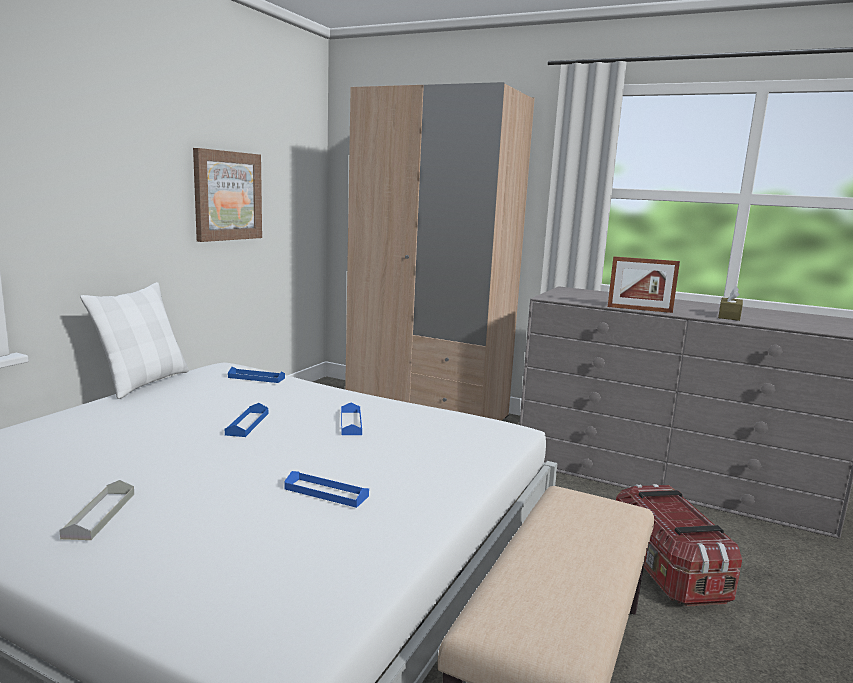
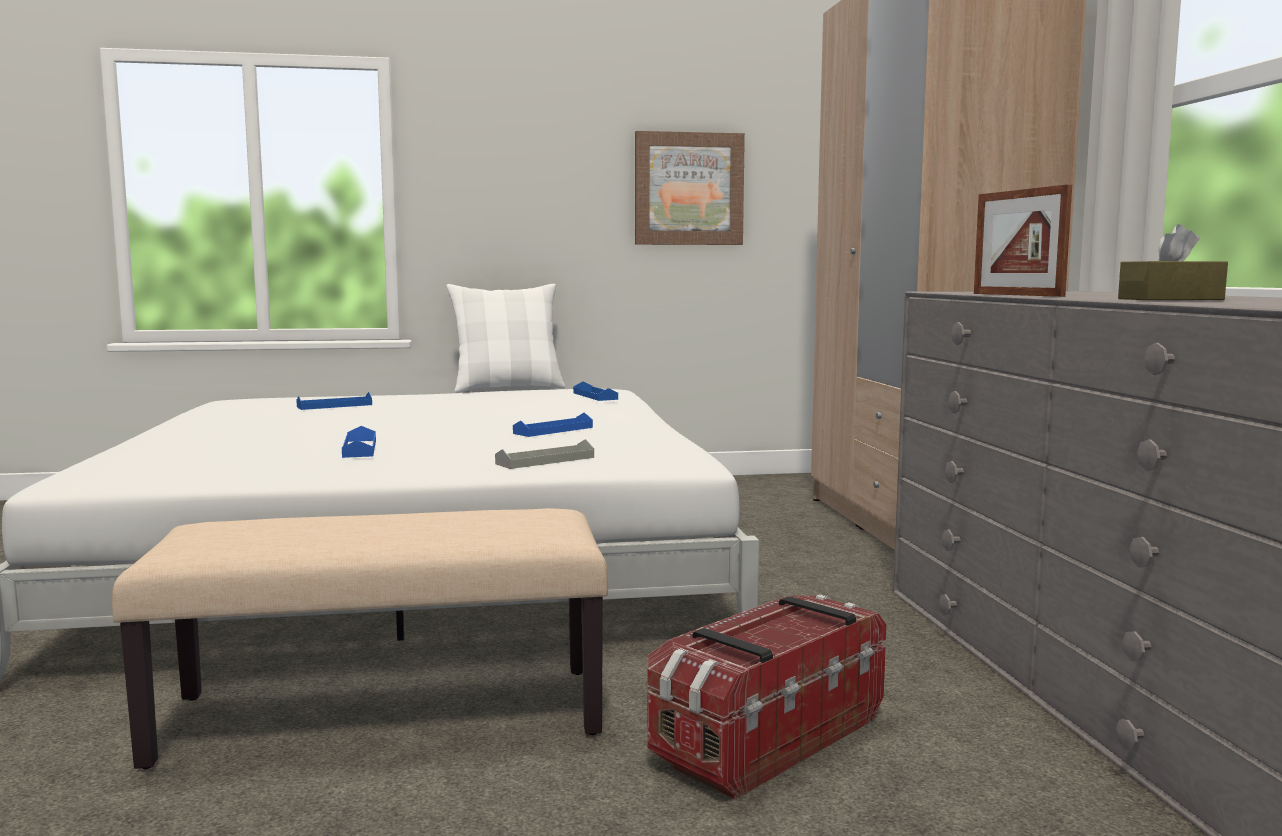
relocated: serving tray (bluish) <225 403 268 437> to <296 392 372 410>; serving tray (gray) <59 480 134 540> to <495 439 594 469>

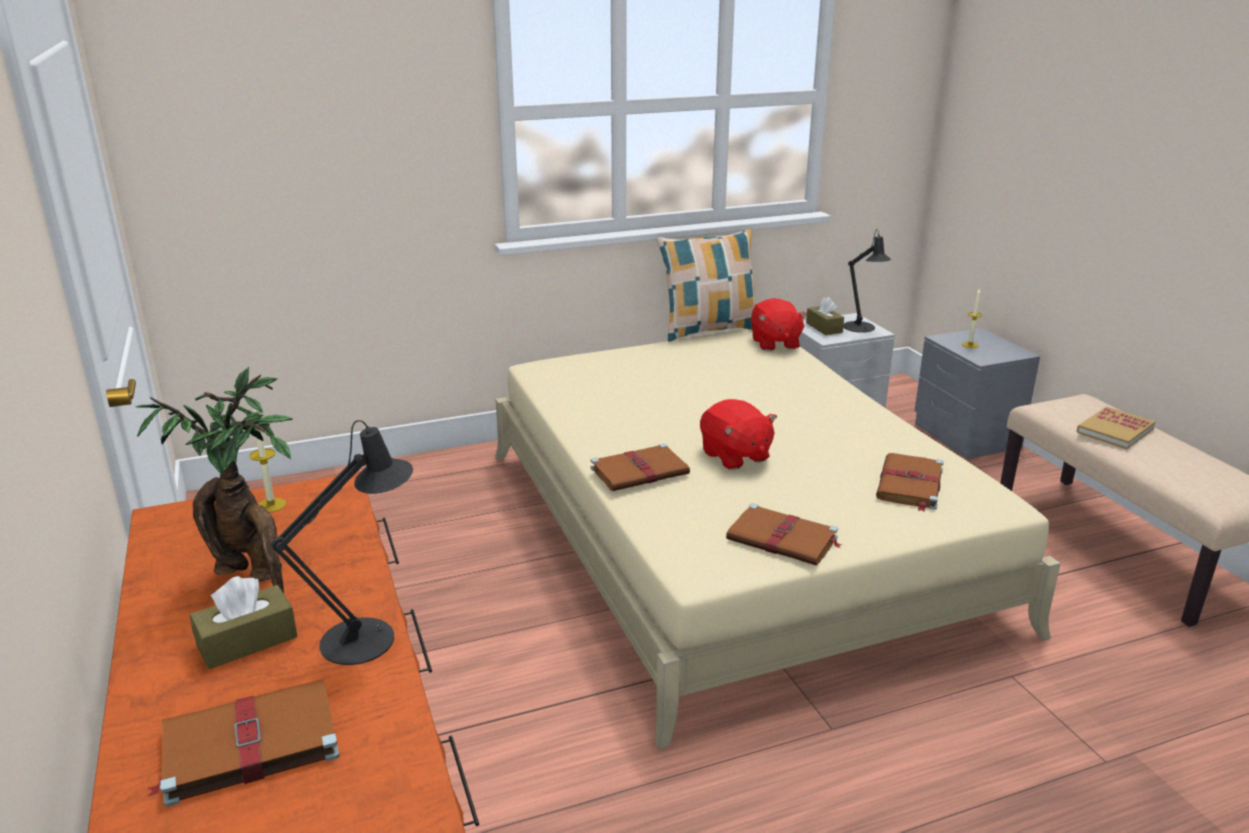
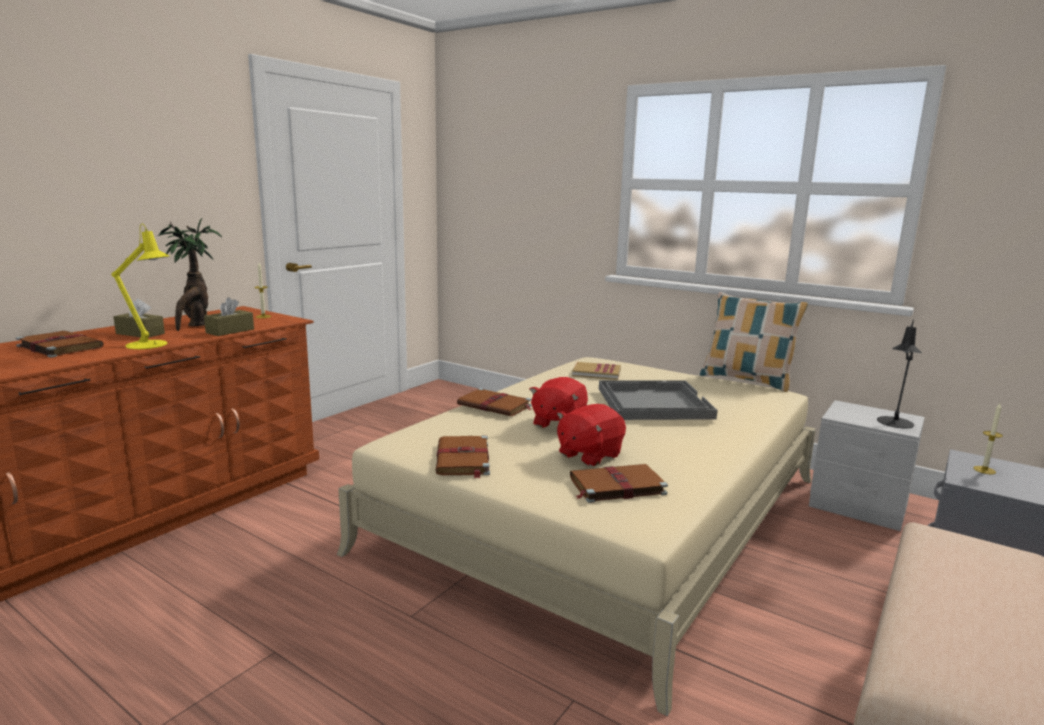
appeared: serving tray (gray) <599 380 718 420>
relocated: tissue box (brown-coloured) <806 297 844 335> to <204 298 254 336>; plush toy (red) <751 298 807 351> to <557 404 626 466>; bound book <1076 407 1156 449> to <572 362 621 380>
colour: lamp for a table (black-coloured) <271 420 413 665> to lamp for a table (yellow) <112 224 170 349>

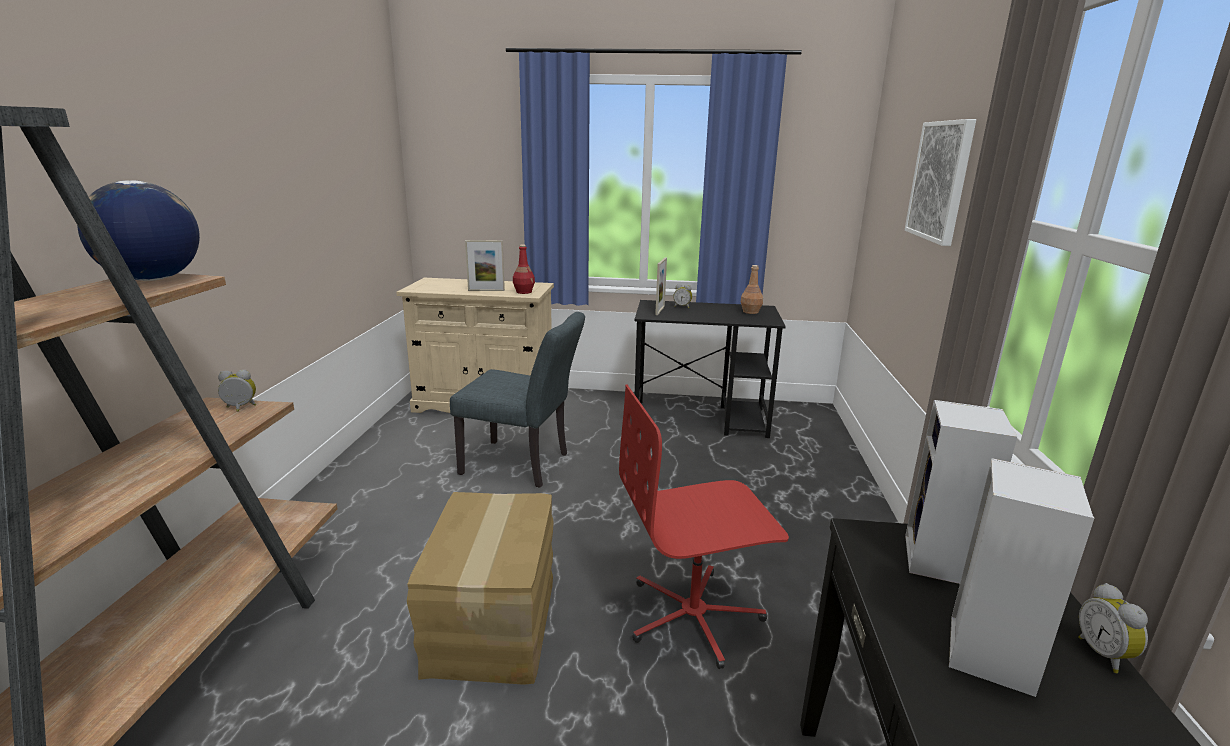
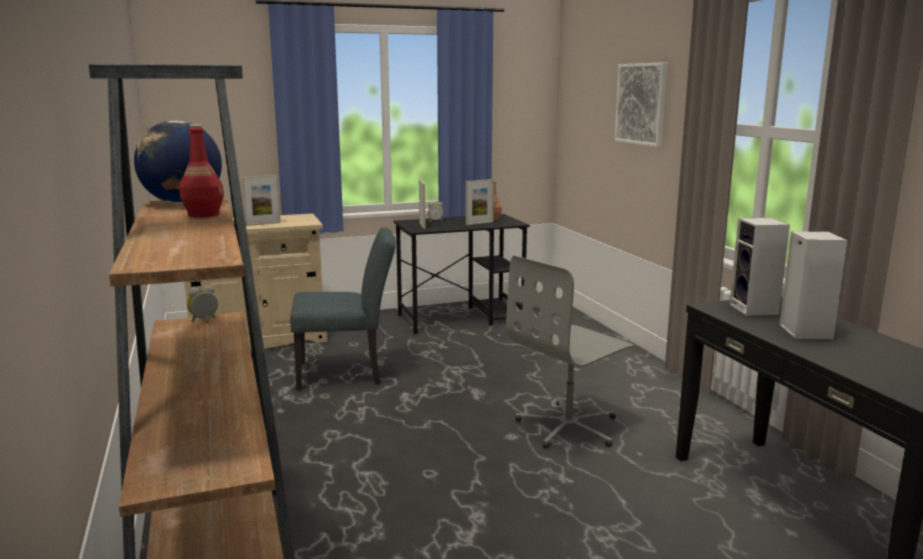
missing: carton <407 492 553 685>; bedside clock <1078 583 1148 673>
appeared: photo frame <466 179 494 225>
relocated: bottle (red) <513 245 535 294> to <179 124 224 218>
colour: office chair (red) <619 385 789 669> to office chair (gray) <506 255 634 449>

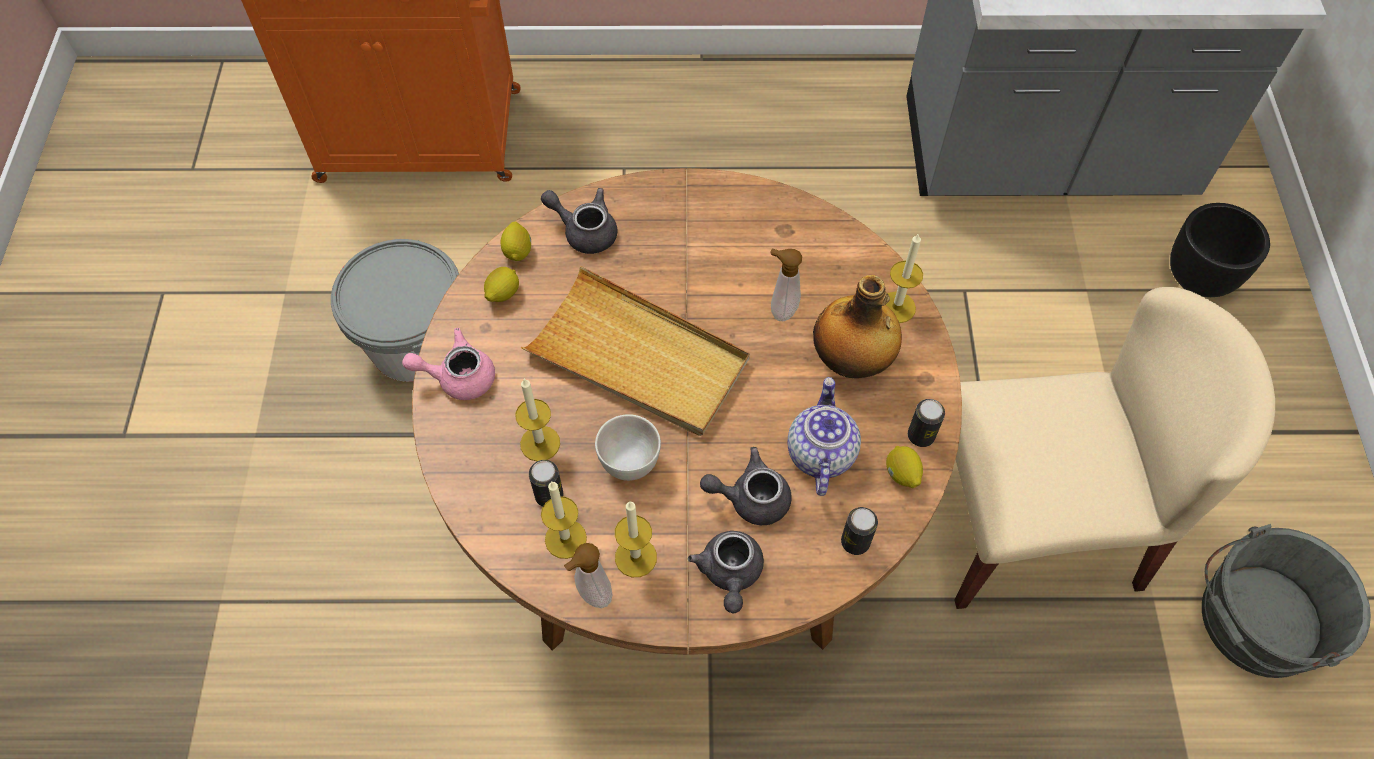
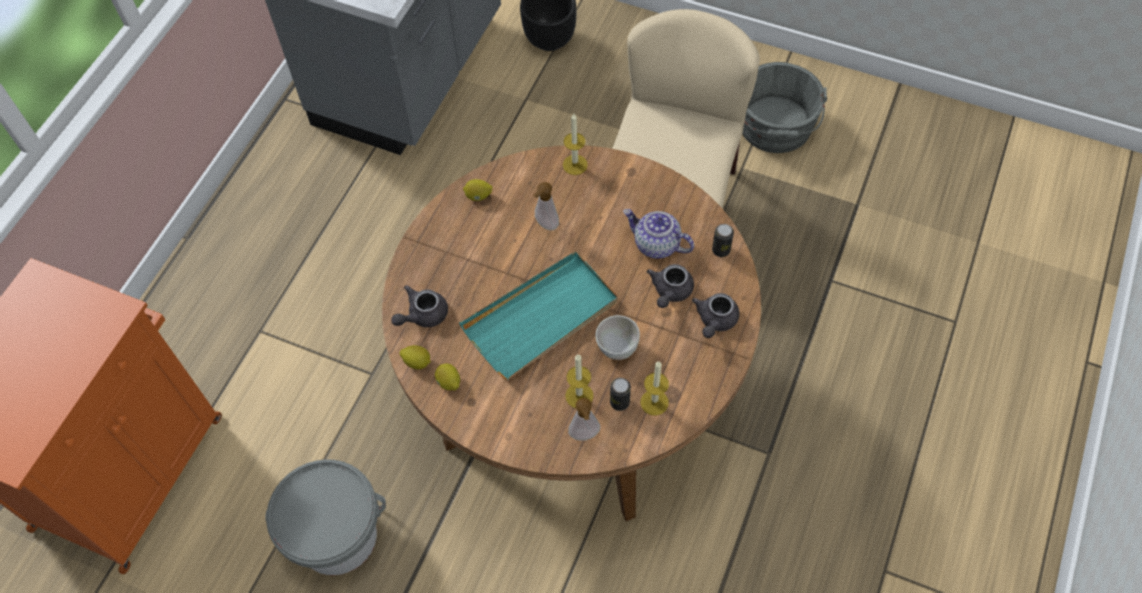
missing: pot for tea (pink-coloured) <402 328 495 400>; wax candle <615 502 657 577>; bottle <813 275 902 378>; sealed can <908 399 945 447>
relocated: citrus fruit <886 446 923 488> to <463 179 492 201>; soap dispenser <564 543 613 608> to <568 398 600 441>
colour: serving tray (beige) <521 266 750 436> to serving tray (turquoise) <459 252 618 380>
spun: pot for tea (gray) <688 531 764 613> = <692 293 740 338> 90 degrees clockwise

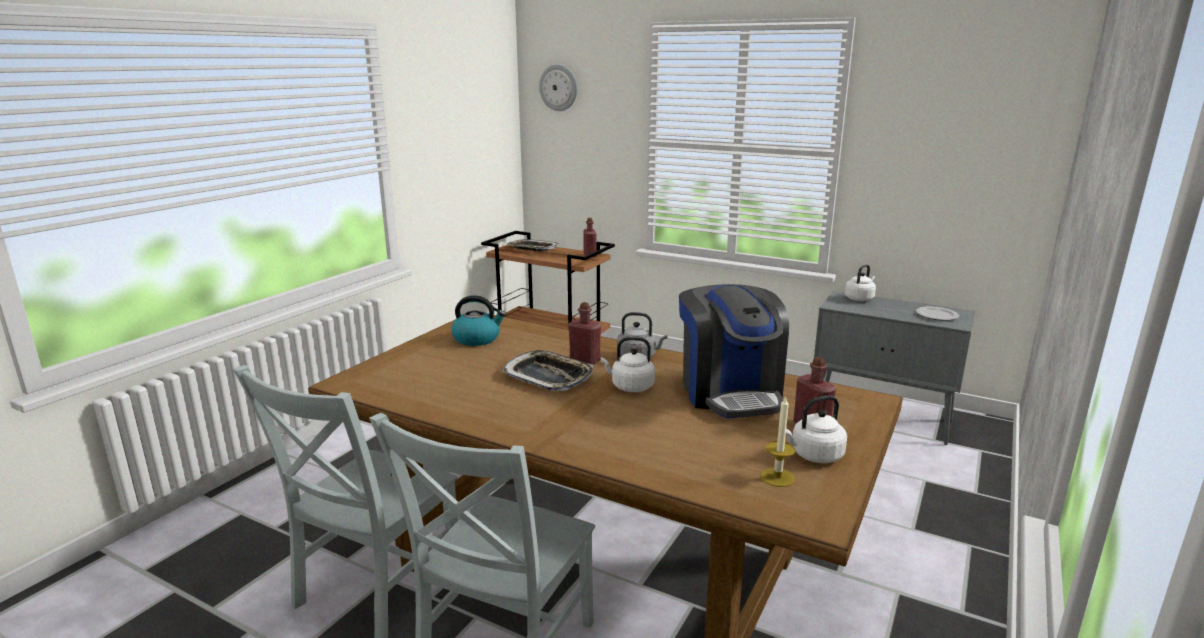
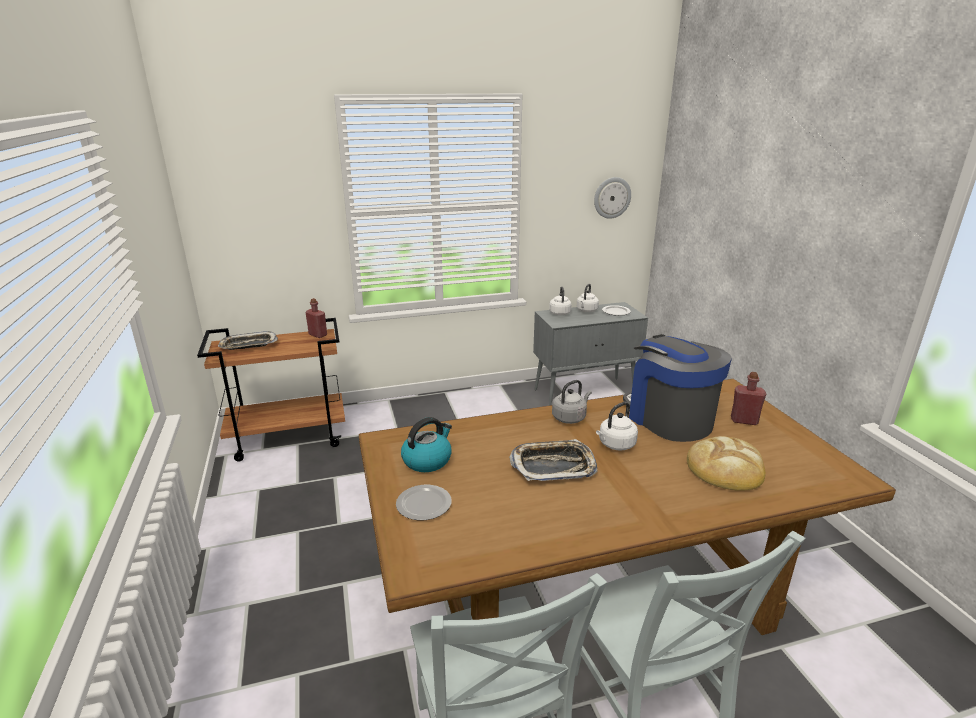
missing: bottle (red) <568 302 601 365>; wax candle <760 395 795 487>
appeared: plate <396 485 452 520>; bakery bread <687 436 766 491>
relocated: kettle (whitish) <786 395 847 463> to <577 284 599 312>; clock on the wall <539 64 577 111> to <594 177 631 219>
spun: coffee maker <679 284 789 419> = <623 334 732 442> 150 degrees counterclockwise

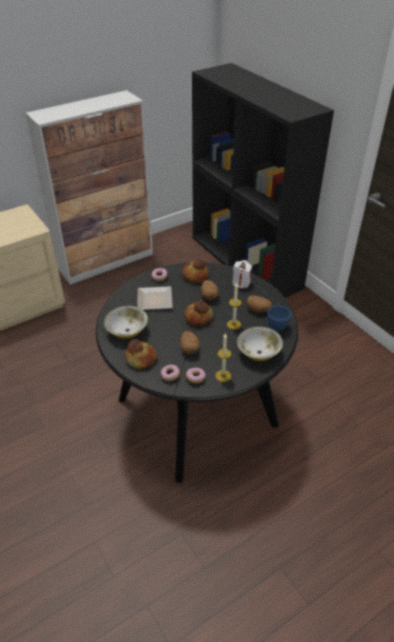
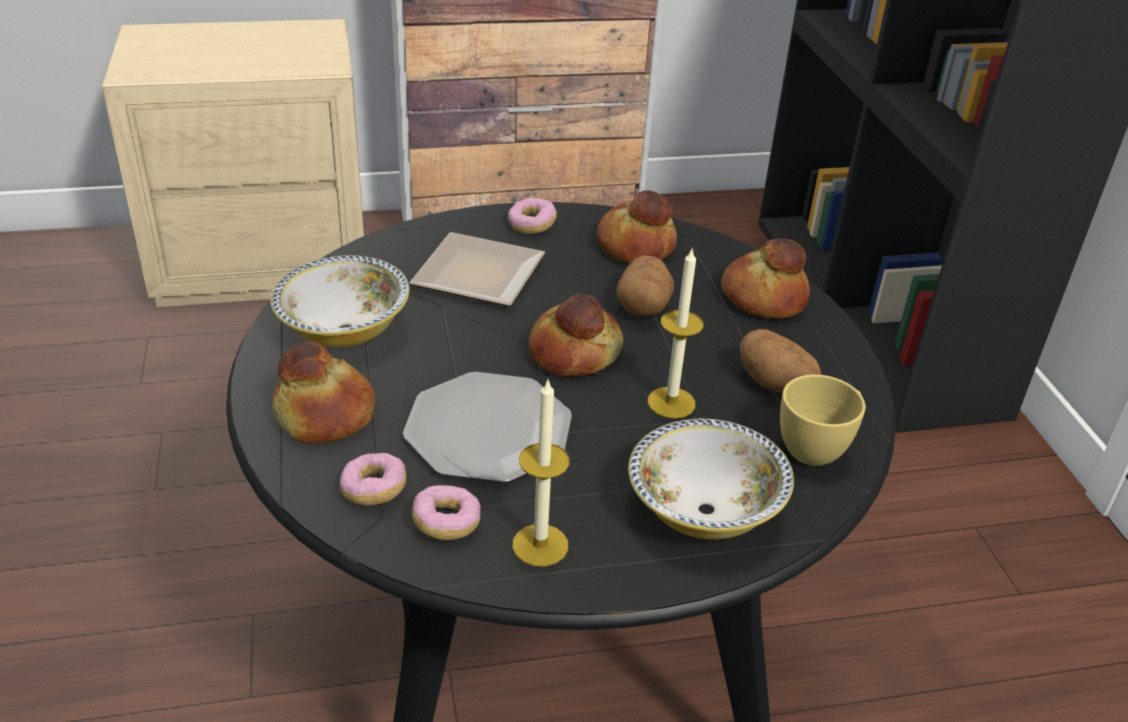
exchanged: spud <180 331 199 354> to plate <403 372 572 483>; wax candle (whitish) <232 260 252 288> to bakery bread <721 238 810 319>
colour: cup (bluish) <267 306 291 332> to cup (yellow) <780 374 865 466>

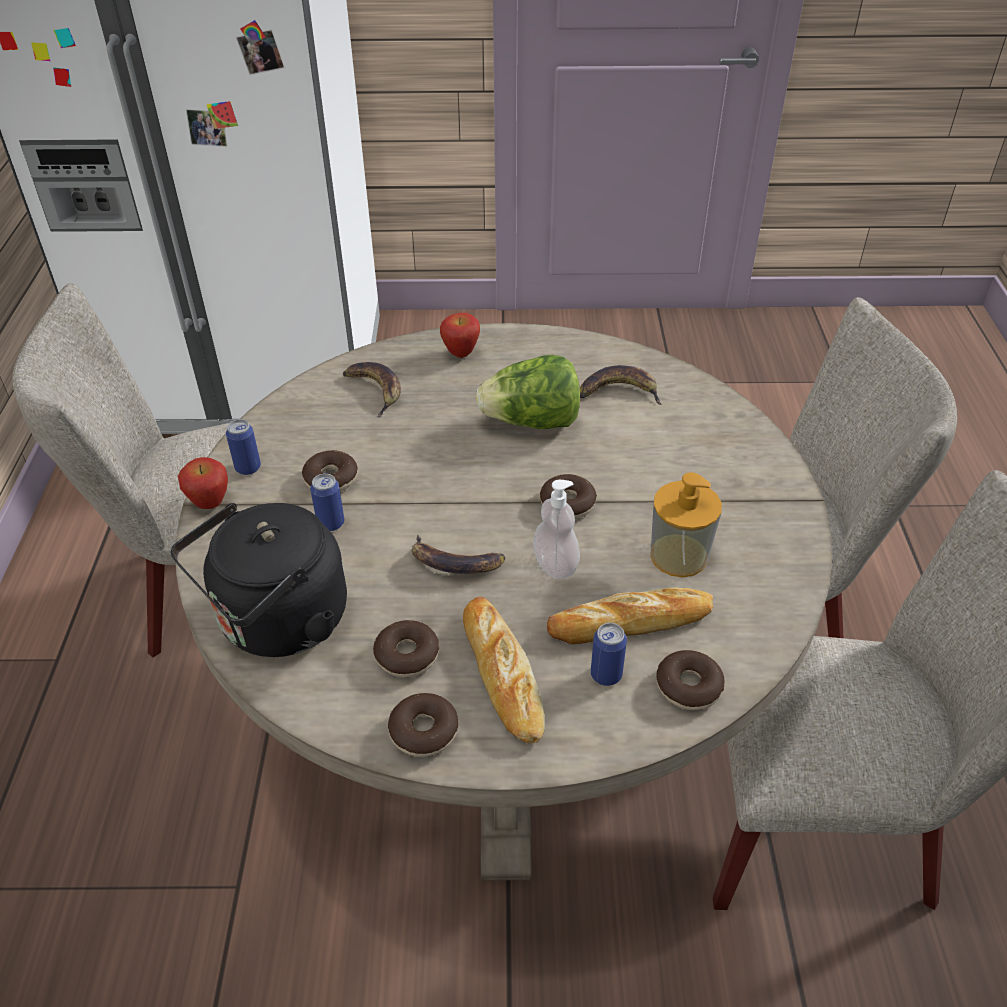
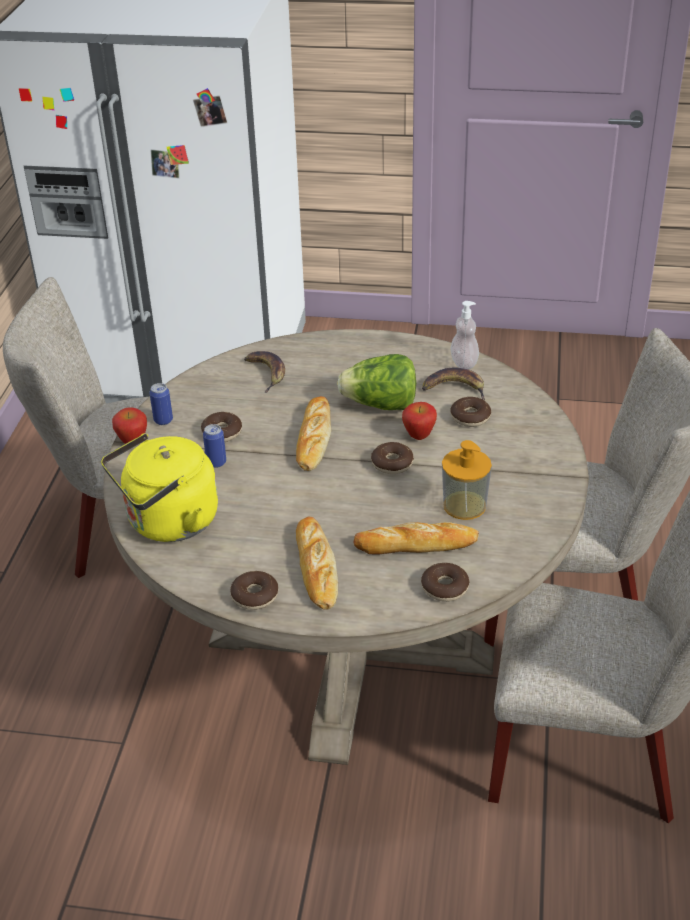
missing: whole banana <412 534 505 574>; sealed can <591 623 627 686>
appeared: bakery bread <296 396 331 471>
relocated: apple <440 313 480 358> to <402 402 437 440>; soap dispenser <533 480 580 579> to <450 301 479 369>; donut <373 620 439 678> to <450 397 491 427>
colour: kettle (black-coloured) <171 503 347 657> to kettle (yellow) <101 433 218 542>

